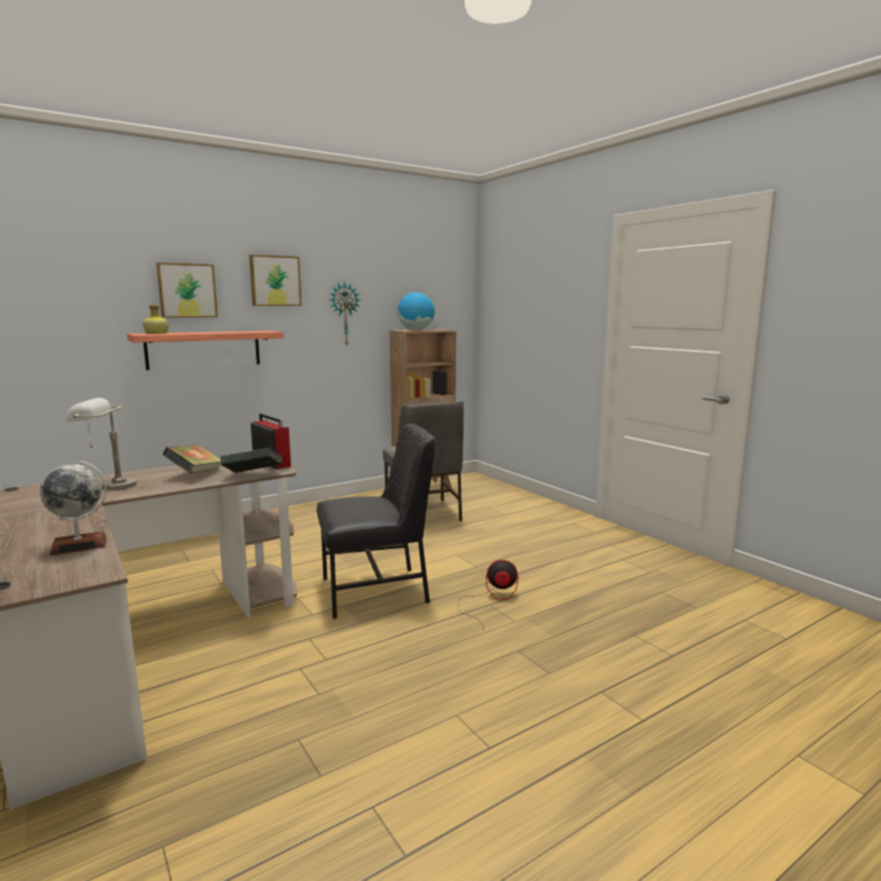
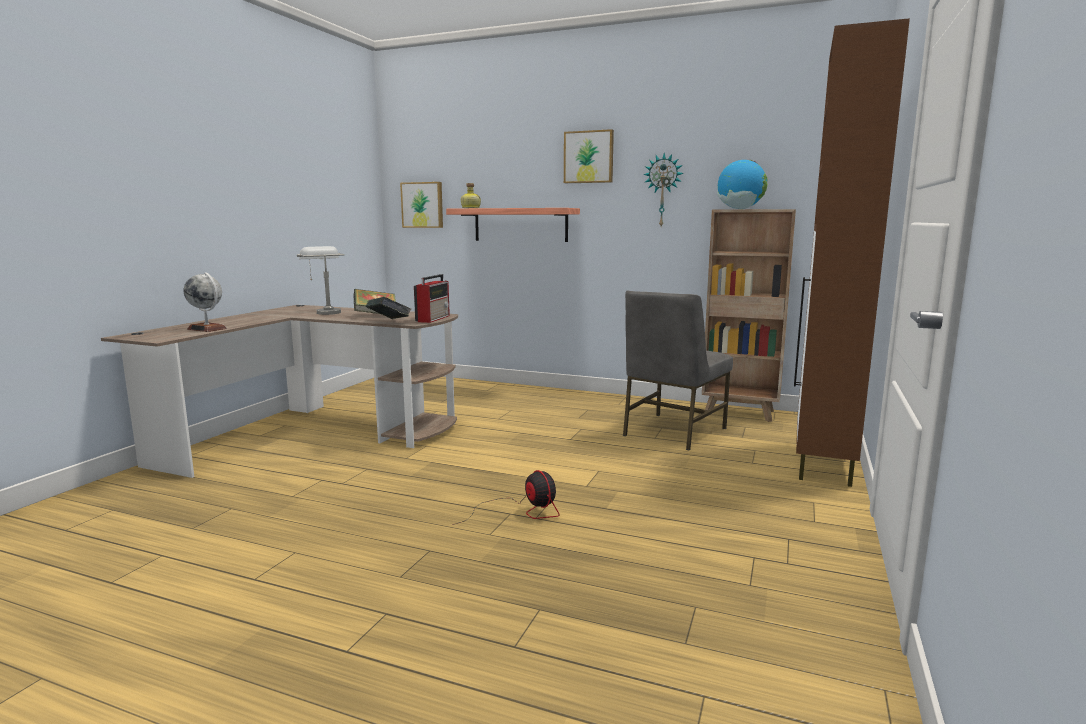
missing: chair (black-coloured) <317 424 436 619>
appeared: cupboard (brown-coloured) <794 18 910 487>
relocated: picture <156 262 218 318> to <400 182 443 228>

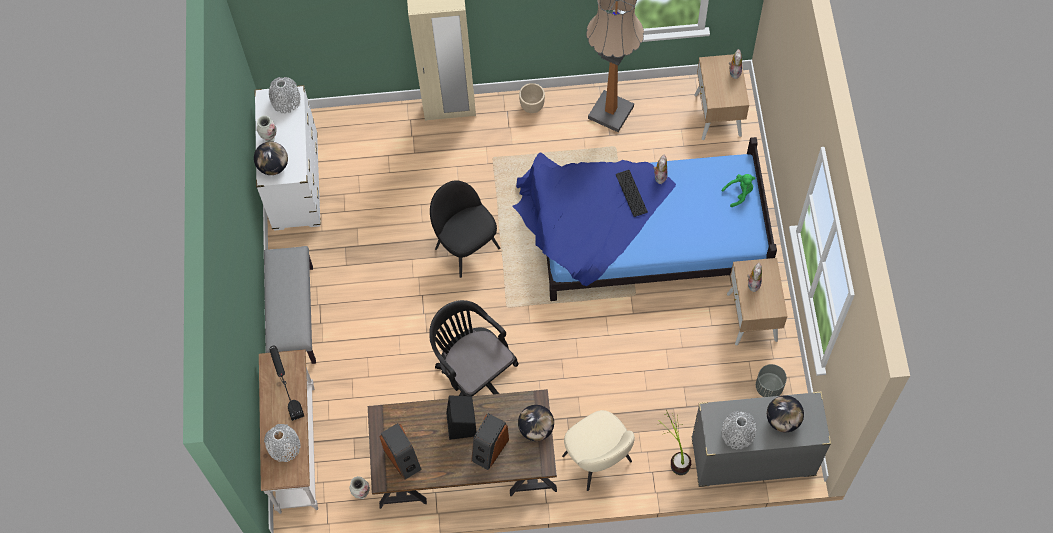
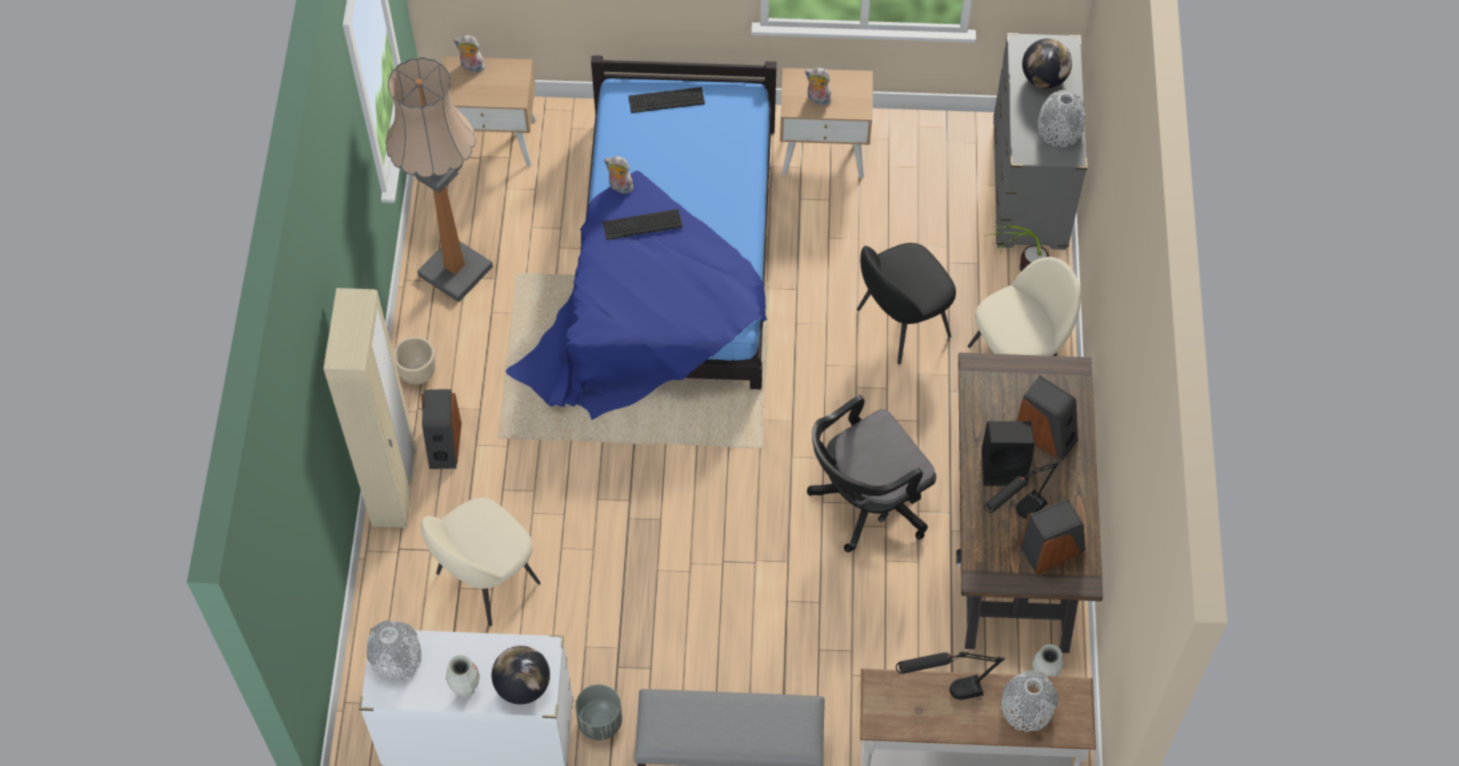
missing: world globe <518 405 554 441>
appeared: loudspeaker <421 389 462 469>; chair (beige) <421 497 541 626>; lamp for a table (black-coloured) <984 460 1060 518>
relocated: planter (gray) <756 364 787 397> to <575 684 622 740>; chair (black-coloured) <430 180 500 278> to <857 243 956 365>
exchanged: plush toy (green-coloured) <722 174 755 207> to PC keyboard <628 87 705 113>

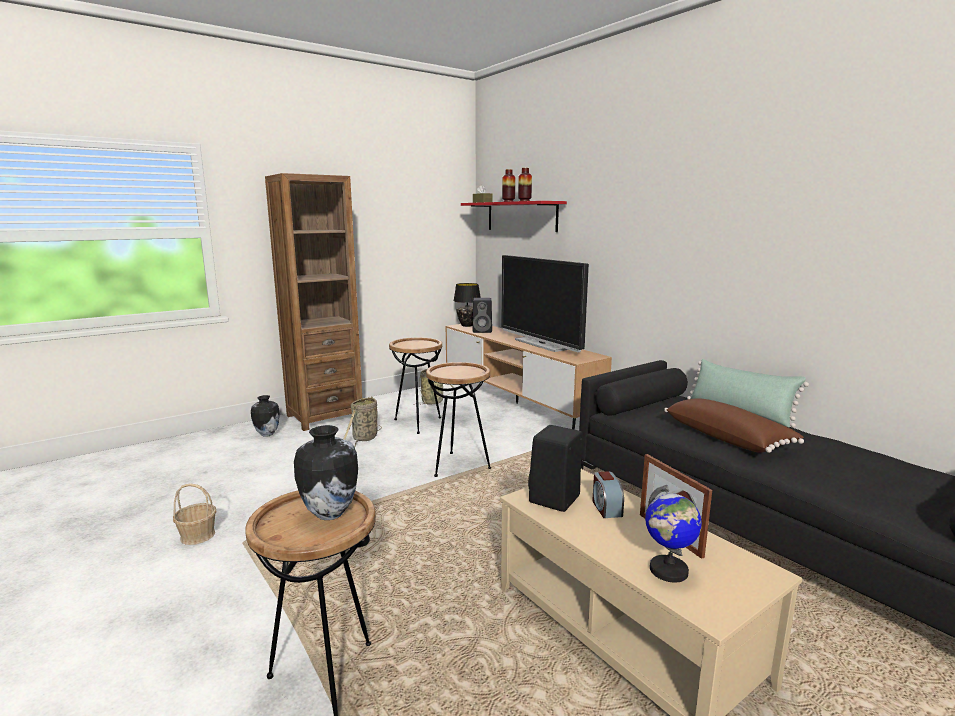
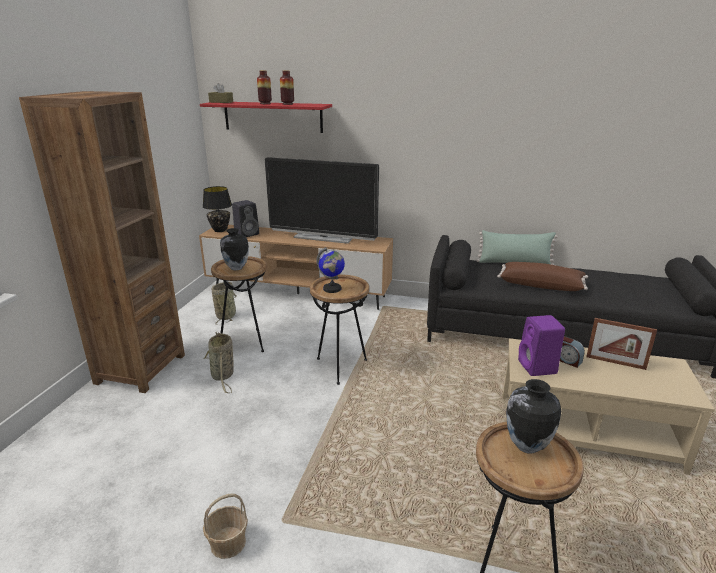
relocated: vase <251 395 280 437> to <220 228 249 270>; world globe <645 485 702 583> to <316 247 345 293>
colour: loudspeaker (black-coloured) <528 425 583 512> to loudspeaker (purplish) <518 315 565 376>

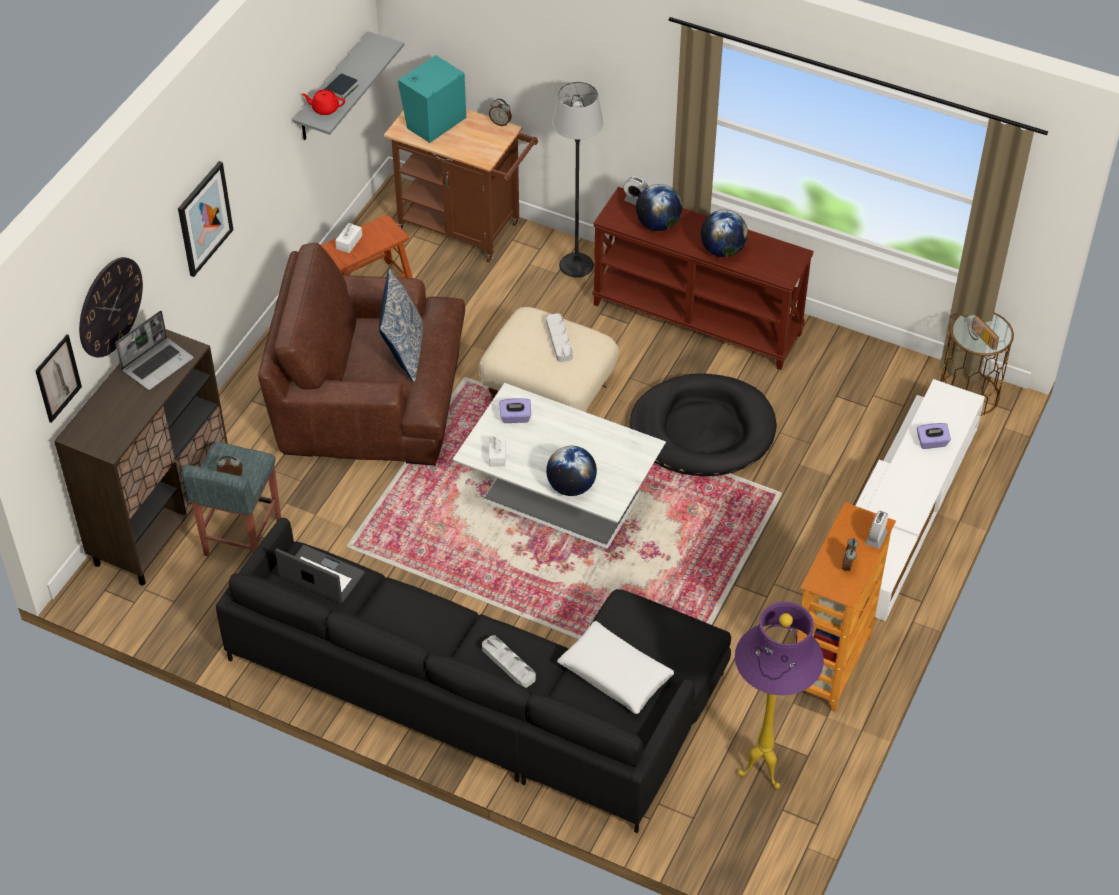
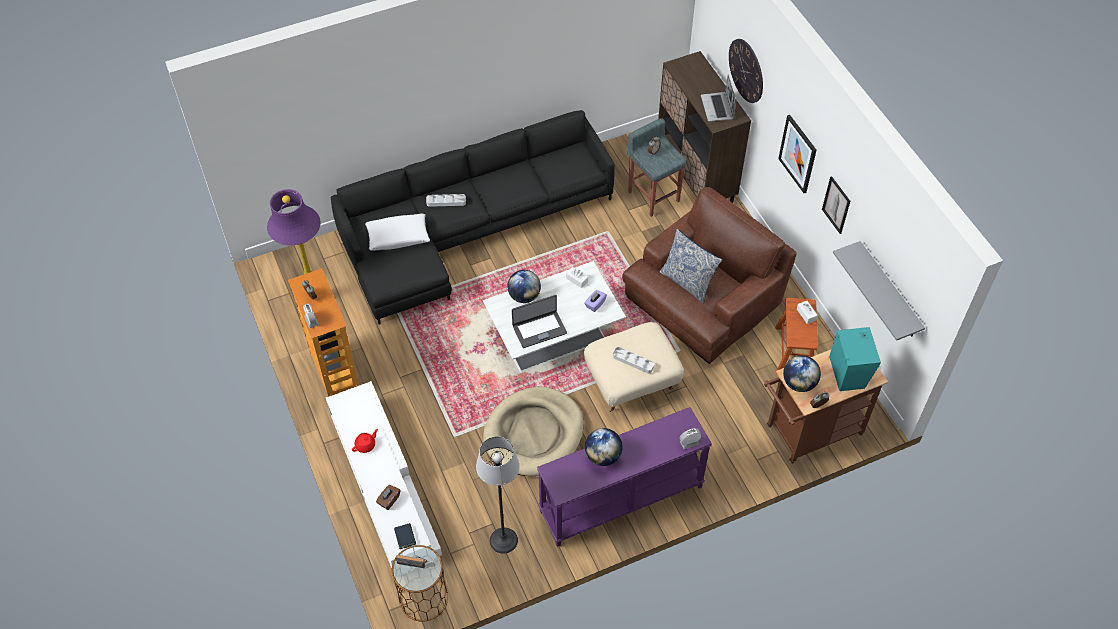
relocated: pot for tea (red) <301 89 345 115> to <352 429 378 453>; bound book <325 73 359 99> to <394 523 416 549>; standard lamp <552 82 603 278> to <476 436 520 554>; notebook computer <275 545 365 603> to <512 295 567 348>; world globe <636 184 683 231> to <783 355 821 392>; picture <35 334 82 423> to <822 176 850 234>
colour: tissue box (purplish) <917 423 951 449> to tissue box (brown-coloured) <376 485 400 510>; dog cushion (black-coloured) <629 373 777 476> to dog cushion (beige) <483 386 584 476>; console table (brown-coloured) <592 187 814 370> to console table (purplish) <537 407 712 547>

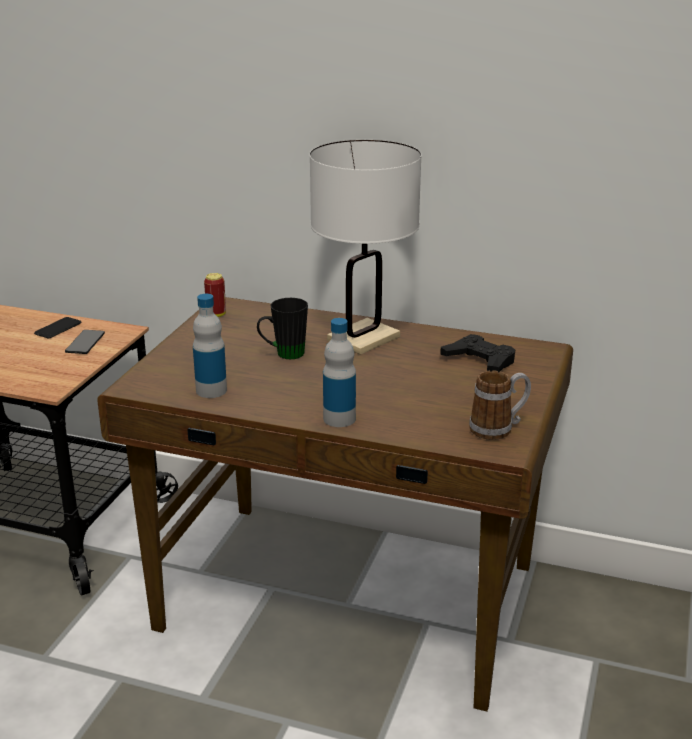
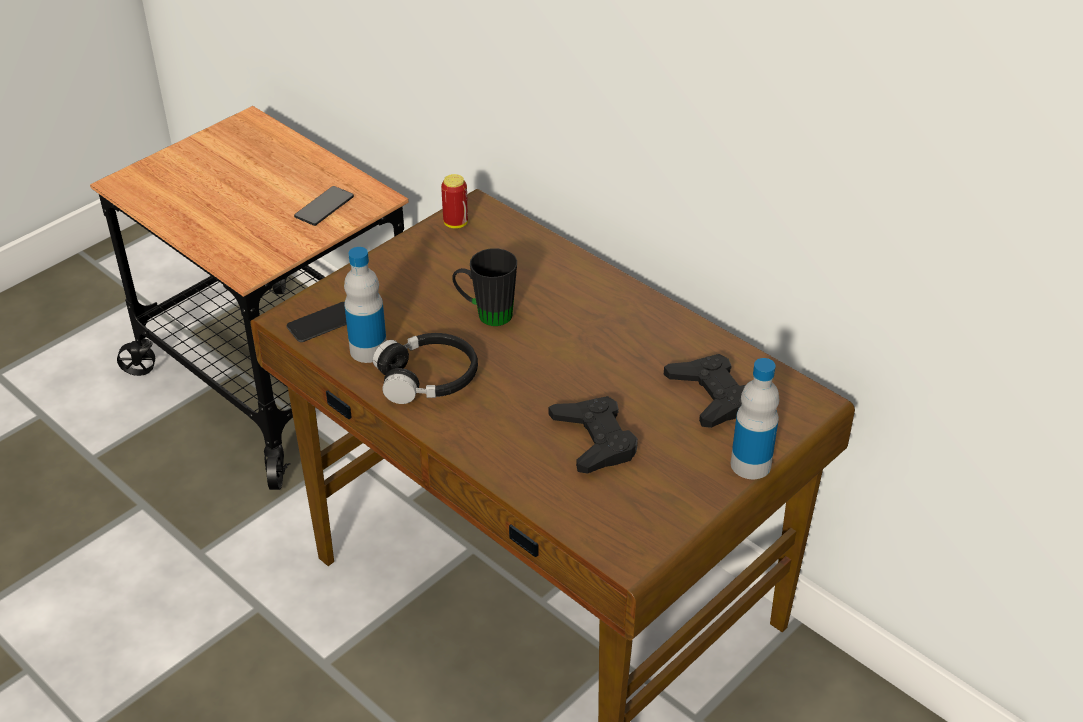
missing: lamp for a table (whitish) <310 140 421 355>; tea mug <469 370 531 440>
appeared: pair of headphones (black-coloured) <373 333 478 404>; game controller (black-coloured) <549 396 638 474>
relocated: handset <34 317 81 338> to <286 302 347 342>; bottle <323 318 356 427> to <730 358 779 479>

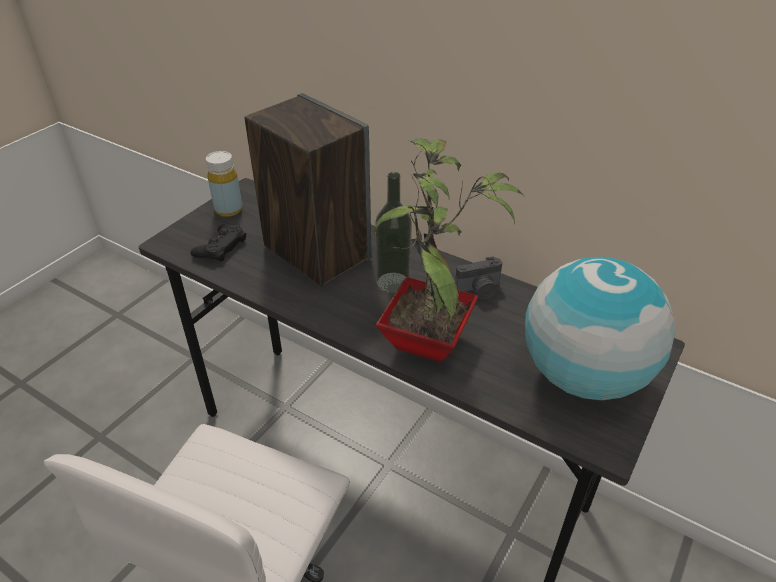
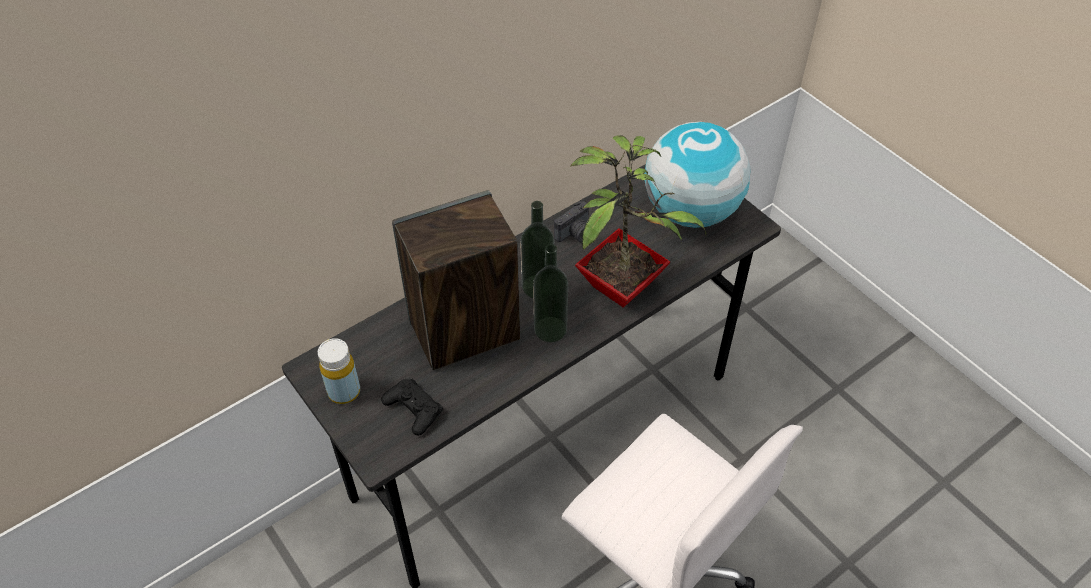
appeared: bottle <533 244 568 342>
spun: photo camera <455 256 502 300> = <554 201 589 242> 45 degrees clockwise

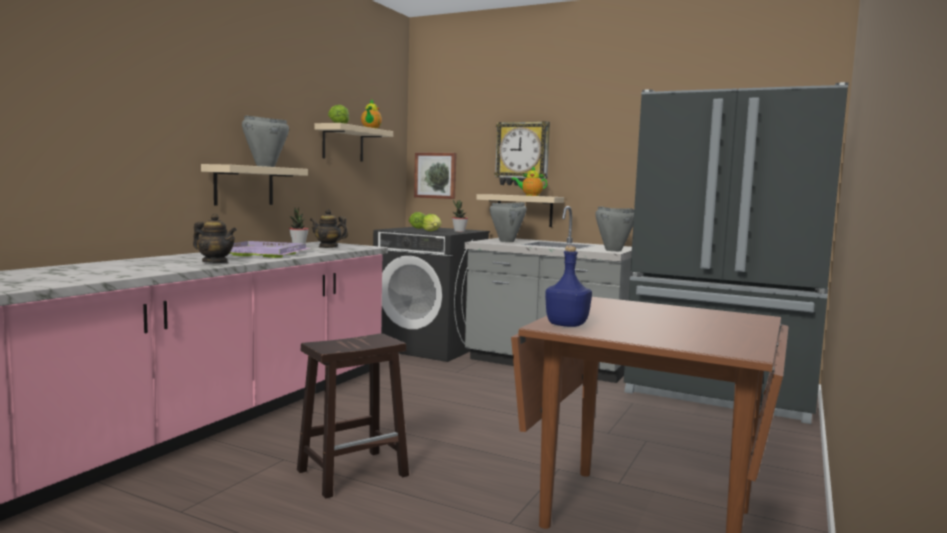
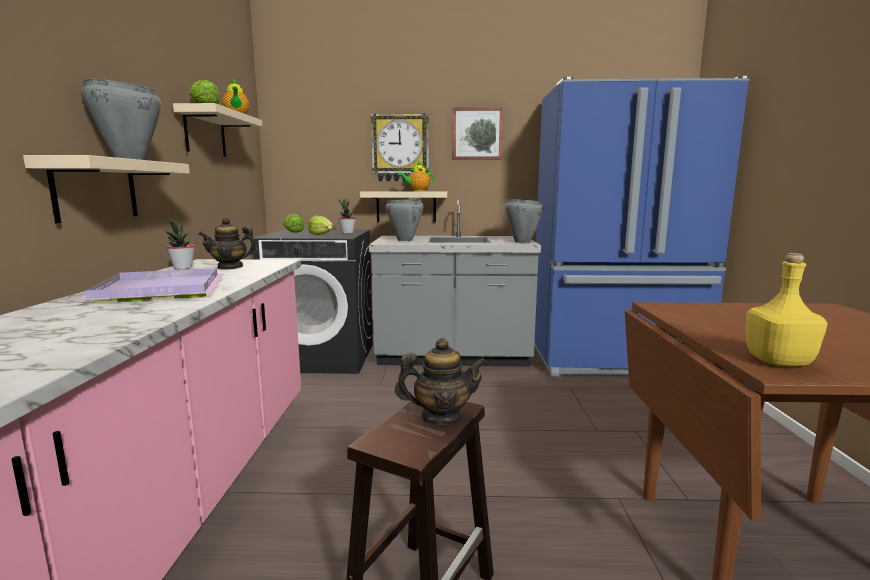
relocated: pot for tea <193 214 237 263> to <395 338 487 425>; picture <414 152 457 199> to <452 107 504 160>
colour: fridge (black-coloured) <624 82 849 424> to fridge (bluish) <534 76 750 376>; bottle (bluish) <545 245 592 327> to bottle (yellow) <746 253 828 367>

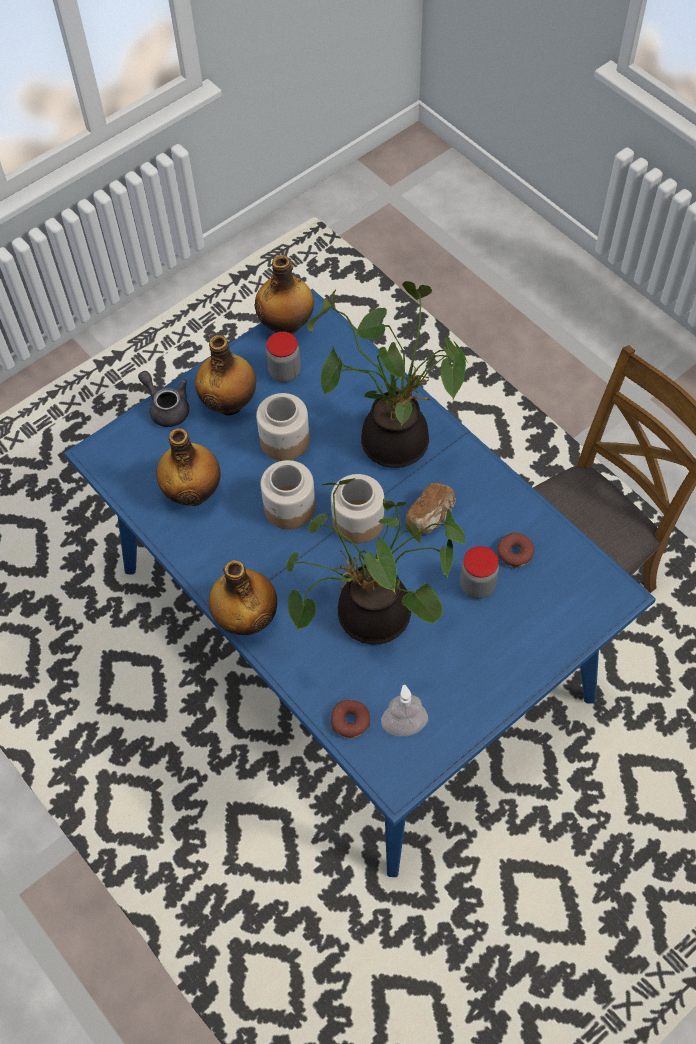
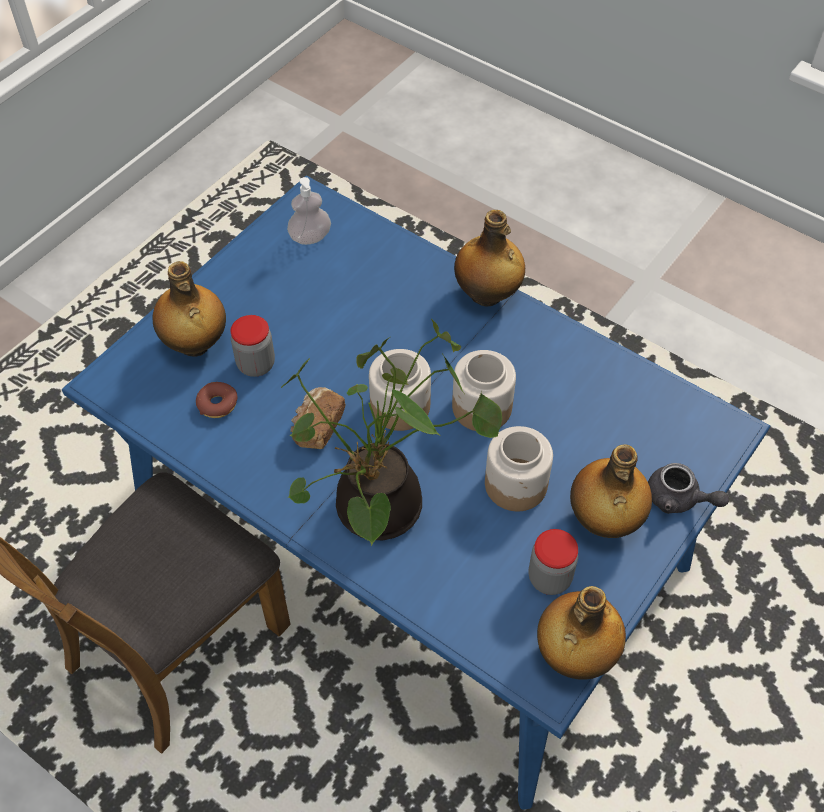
missing: plant in a pot <286 478 465 644>; donut <330 700 370 738>
relocated: bottle <156 428 220 506> to <153 261 226 356>

